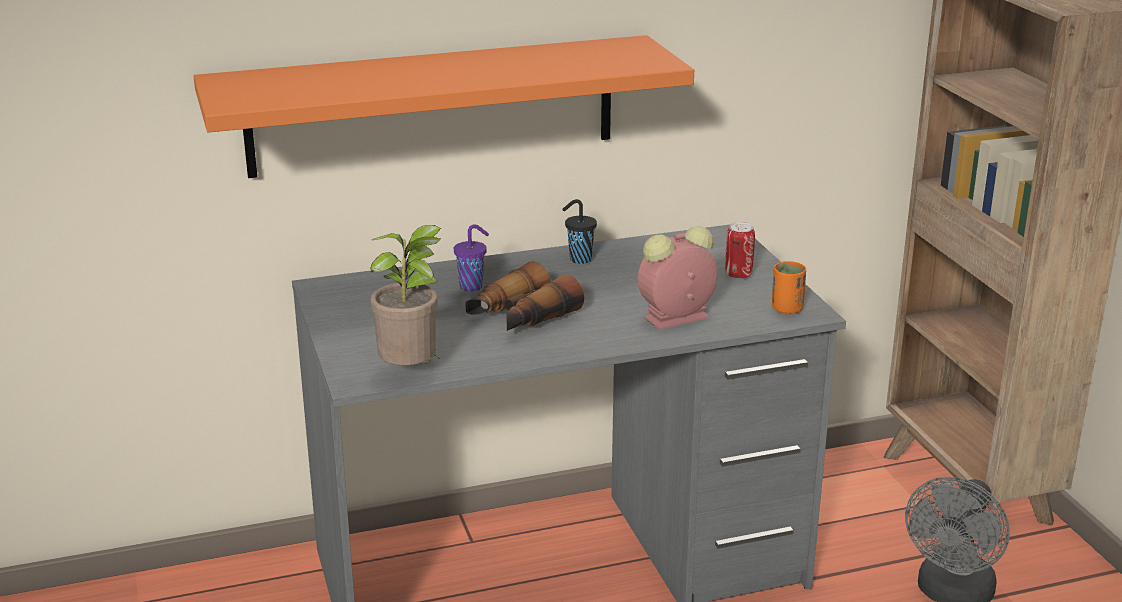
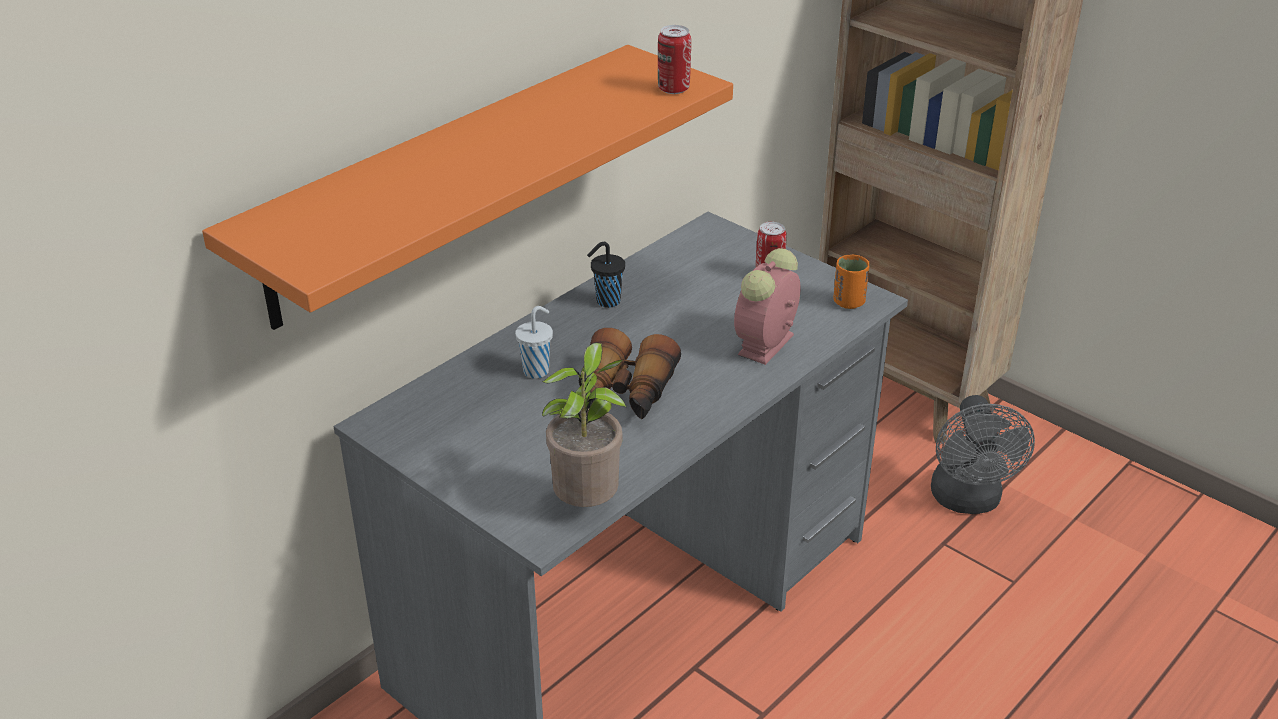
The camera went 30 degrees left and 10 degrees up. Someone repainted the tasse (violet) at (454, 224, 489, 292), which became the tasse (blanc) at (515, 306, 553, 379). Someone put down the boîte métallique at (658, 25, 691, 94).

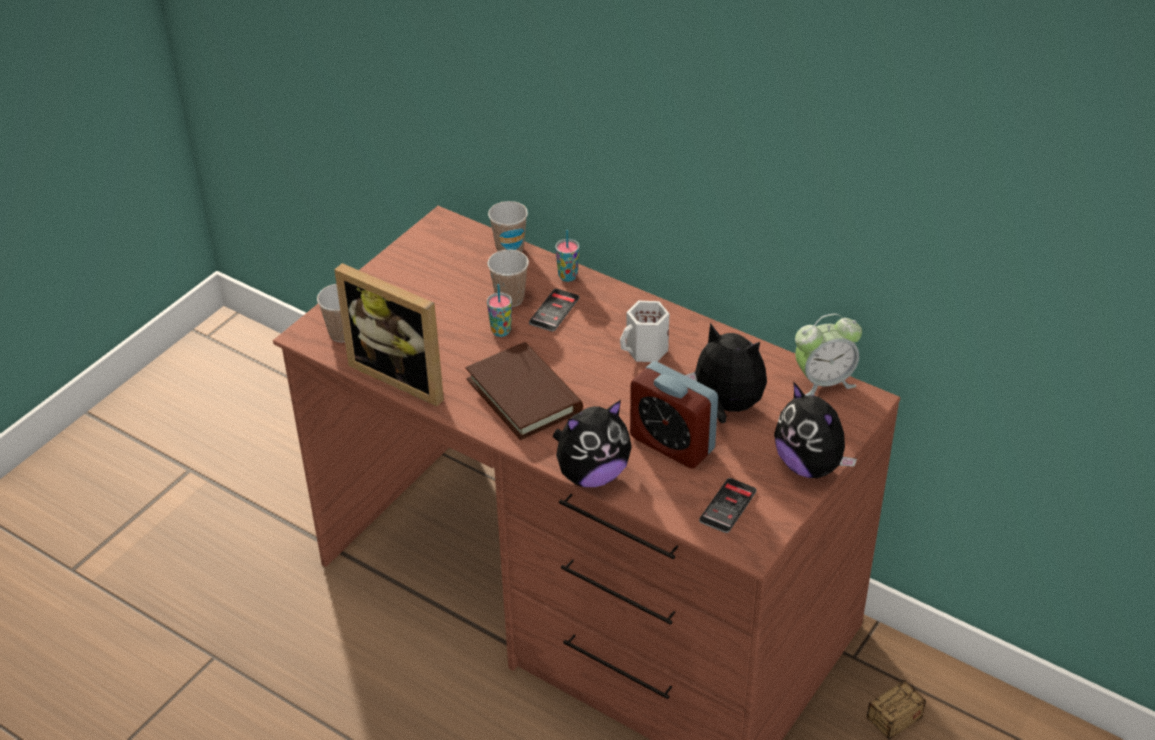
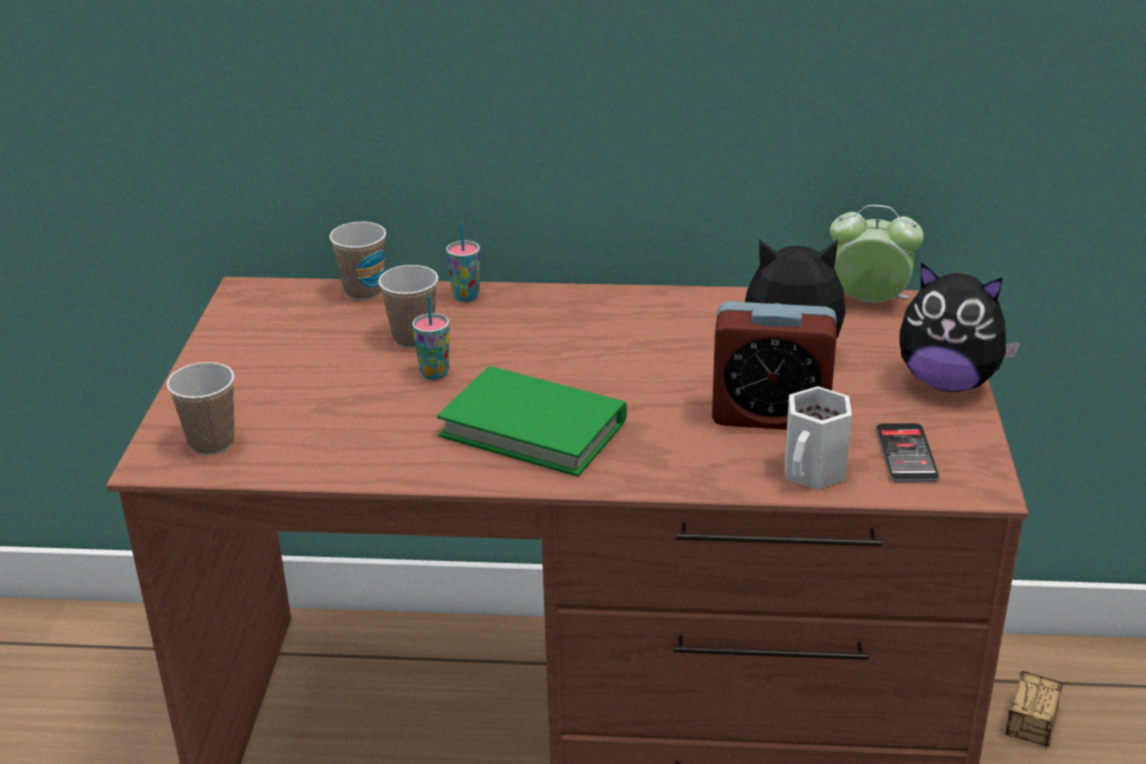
The camera went 30 degrees left and 10 degrees down. Someone took away the cadre photo at (334, 263, 444, 407). Someone took away the téléphone at (529, 289, 579, 332). Someone carried the mug (blanc) from (620, 301, 669, 362) to (785, 386, 852, 490). Someone rotated the réveil at (795, 314, 862, 396) by 120 degrees counterclockwise. Someone repainted the livre (marron) at (466, 342, 583, 440), which became the livre (vert) at (437, 366, 627, 477). Someone took away the peluche at (553, 400, 632, 487).

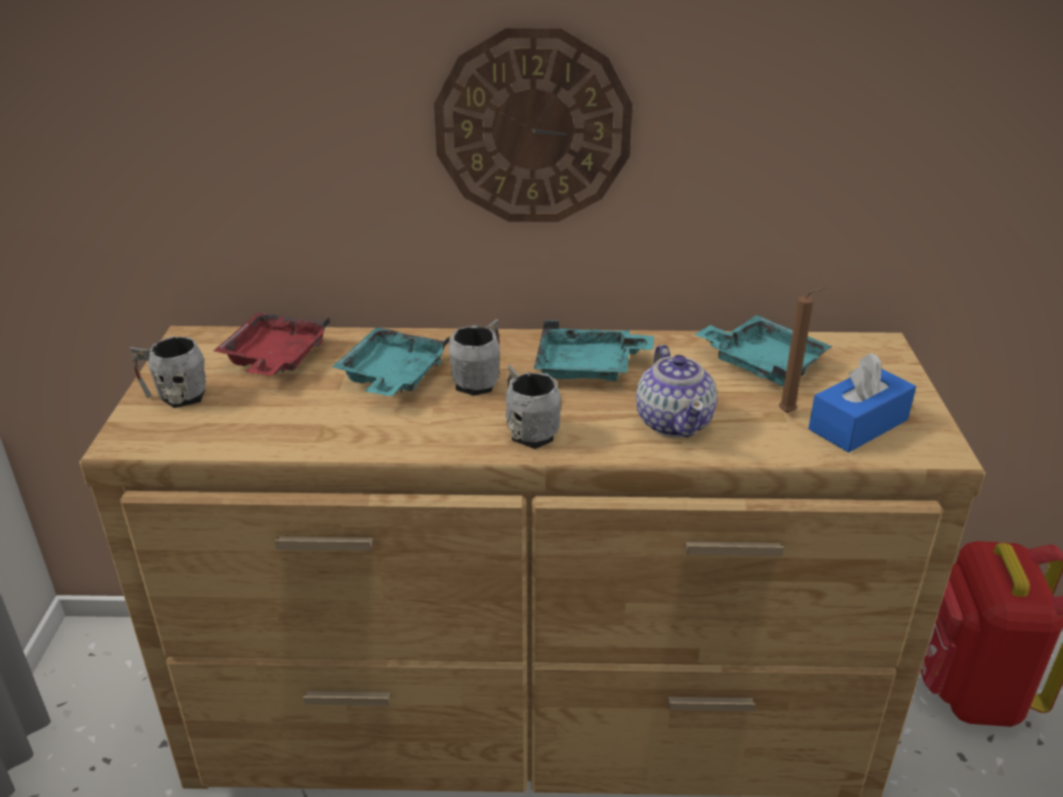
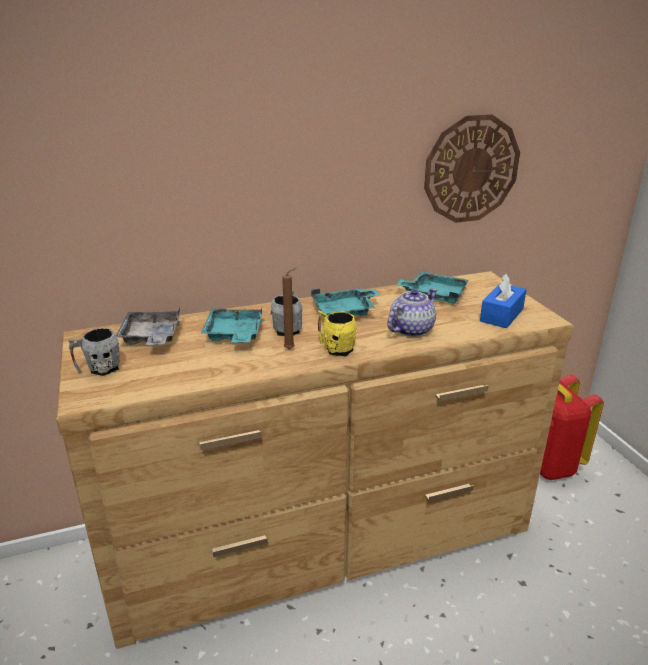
The camera went 20 degrees left and 5 degrees down. Someone carried the horloge murale from (434, 28, 633, 222) to (424, 114, 520, 223). Someone carried the bougie (marron) from (779, 288, 825, 413) to (282, 268, 296, 350). Someone repainted the plateau (rouge) at (214, 312, 330, 376), which became the plateau (gris) at (116, 308, 180, 345). Someone rotated the théière at (636, 345, 717, 438) by 105 degrees counterclockwise. Someone repainted the mug (gris) at (505, 364, 561, 449), which became the mug (jaune) at (318, 310, 357, 356).

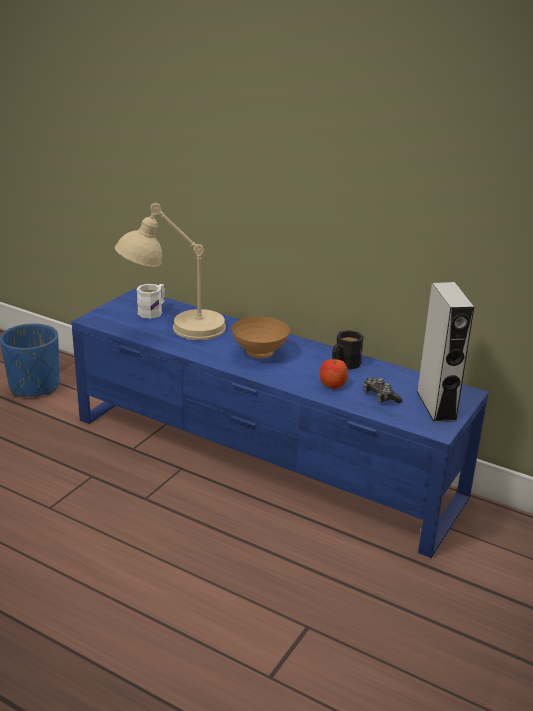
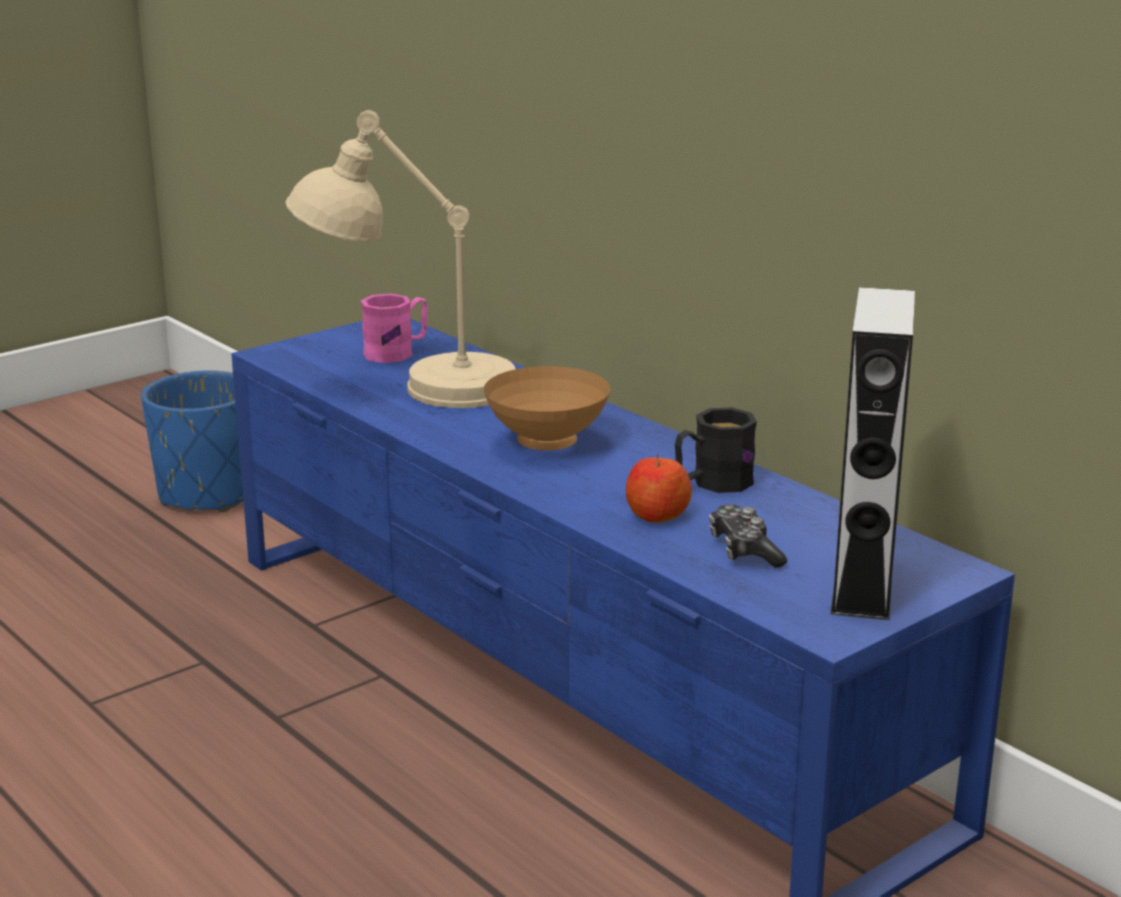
The camera went 20 degrees right and 5 degrees down. Someone repainted the mug (blanc) at (137, 284, 165, 319), which became the mug (rose) at (361, 294, 428, 363).

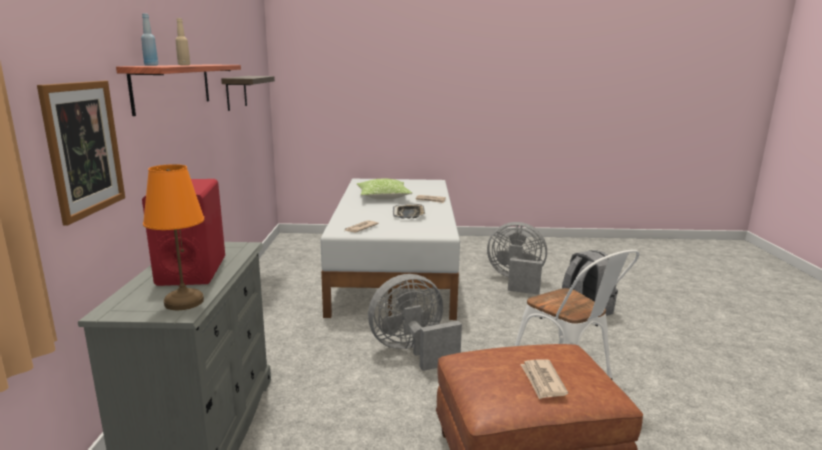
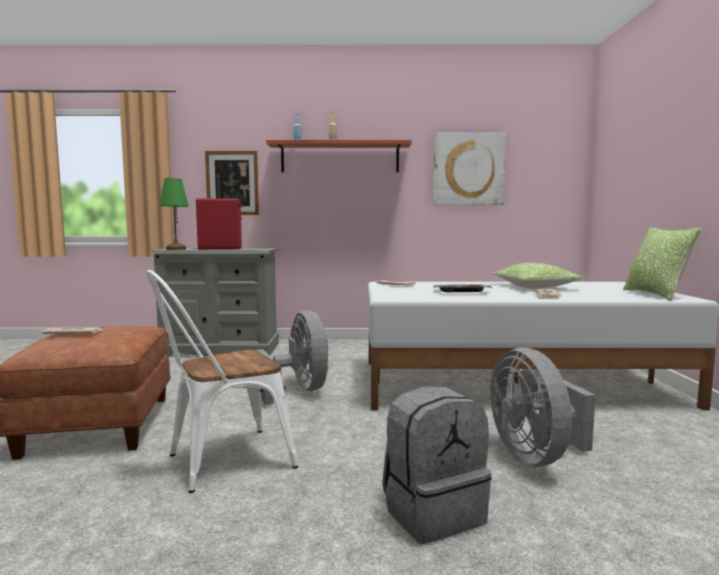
The camera went 90 degrees right and 10 degrees down. Someone swapped the étagère at (221, 76, 275, 111) for the tableau at (433, 133, 506, 205). Someone repainted the lampe de table (orange) at (143, 164, 205, 310), which became the lampe de table (vert) at (159, 178, 189, 250). Someone rotated the ventilateur (gris) at (487, 222, 547, 295) by 150 degrees clockwise. Someone put down the coussin at (623, 227, 702, 300).

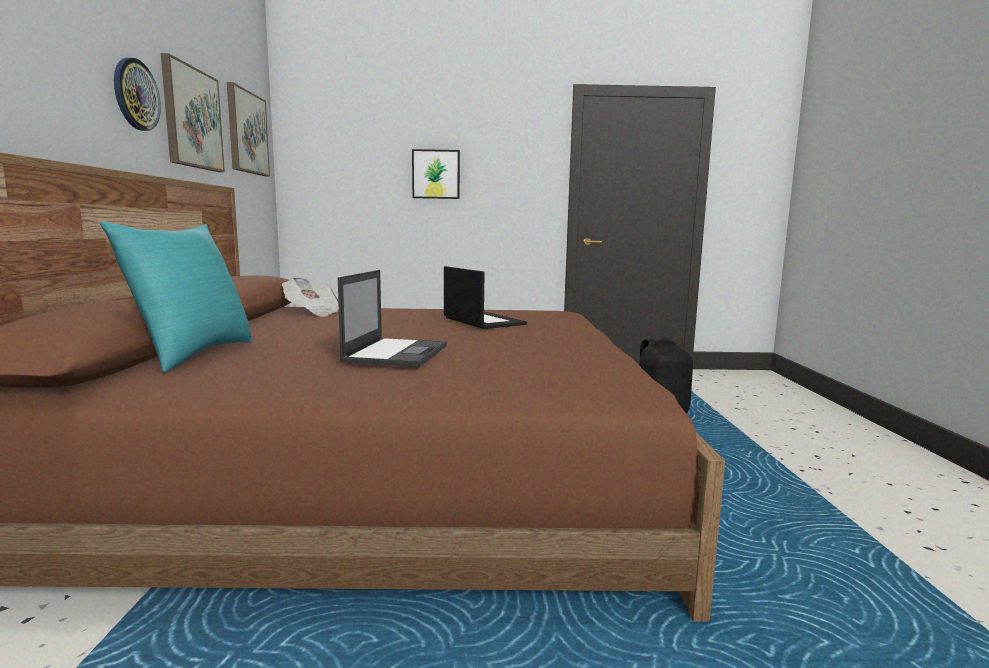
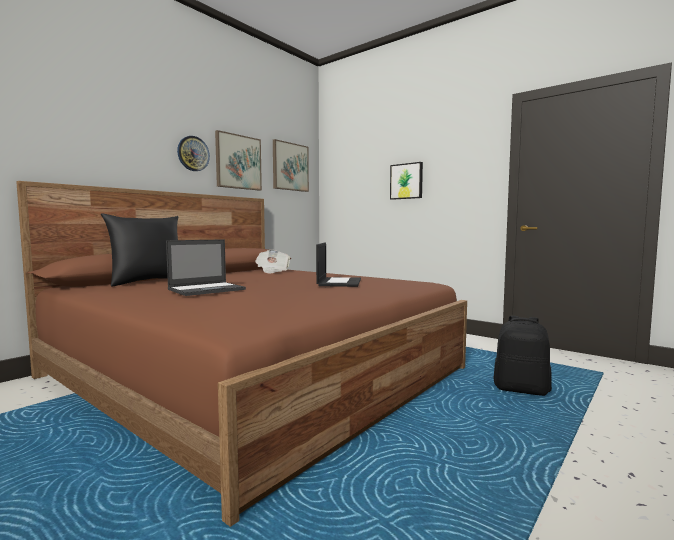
The camera went 40 degrees right and 5 degrees down. Someone repainted the coussin (turquoise) at (100, 221, 253, 372), which became the coussin (noir) at (101, 214, 178, 287).

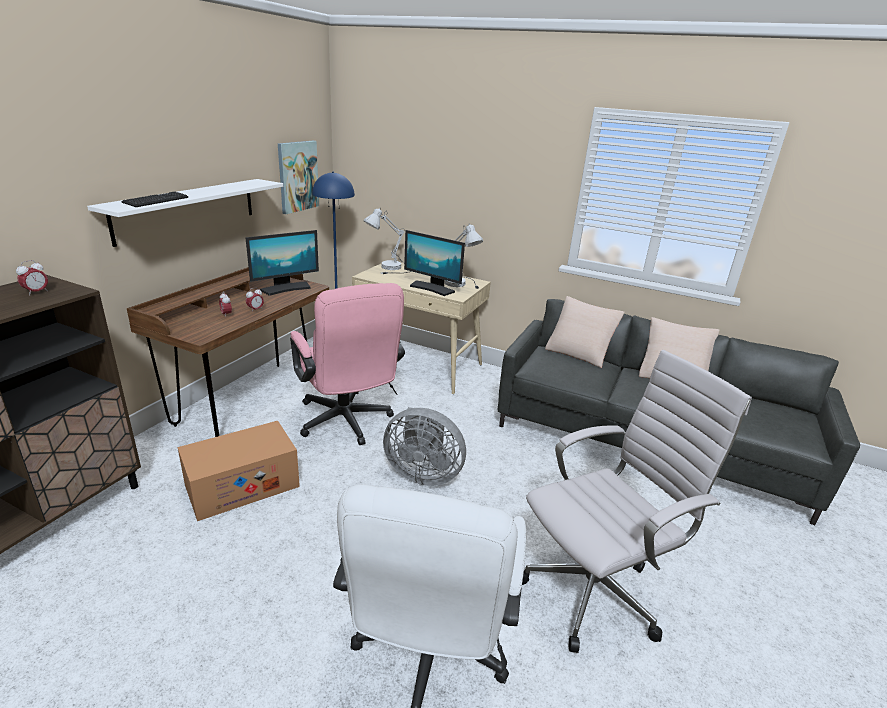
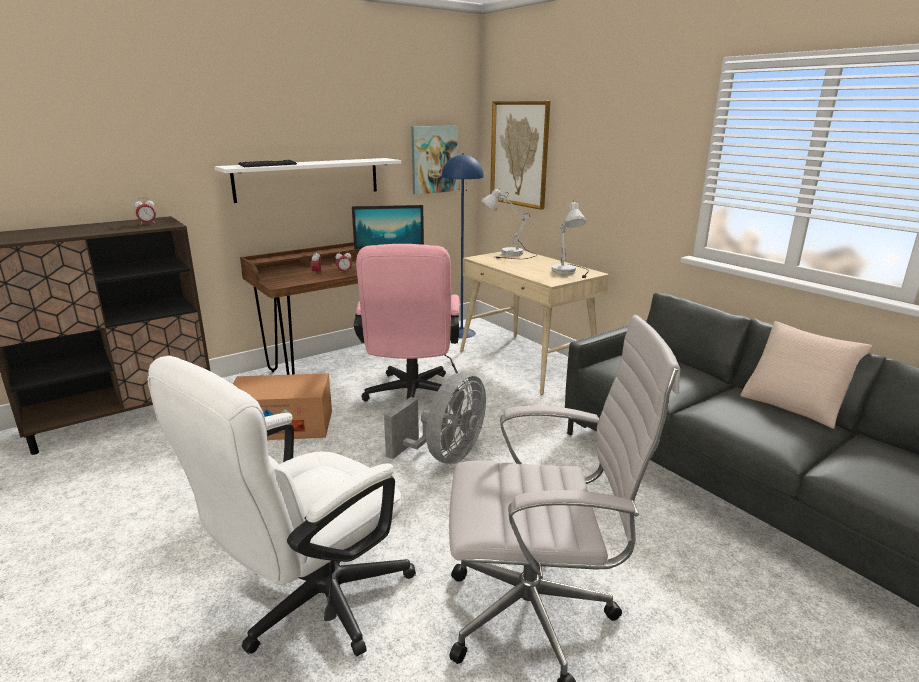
The camera went 30 degrees right and 5 degrees down. Someone took away the écran d'ordinateur at (404, 230, 465, 296). Someone took away the coussin (beige) at (545, 296, 625, 368). Someone rotated the ventilateur (gris) at (383, 407, 466, 486) by 105 degrees counterclockwise. Someone put up the tableau at (490, 101, 550, 210).

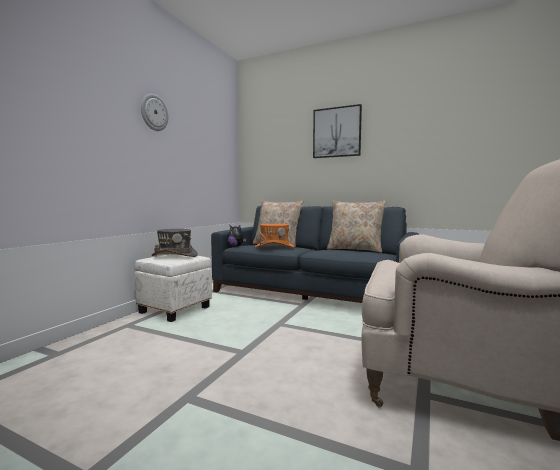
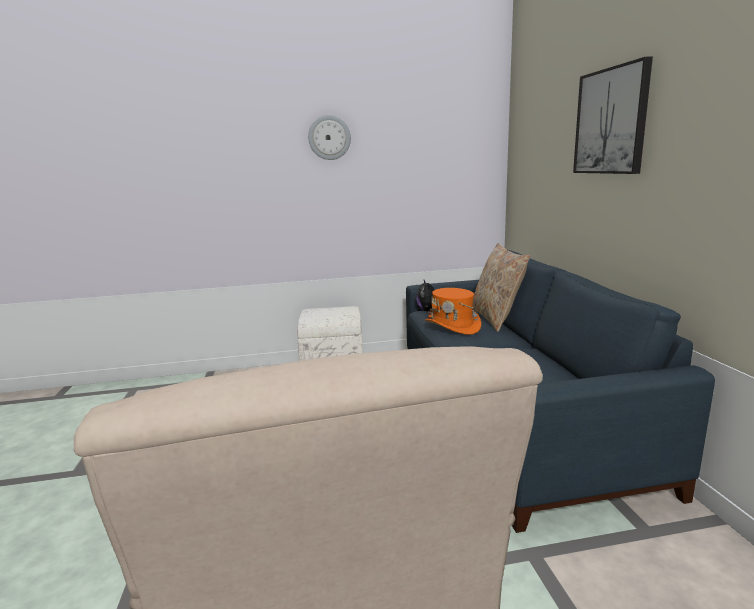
The camera went 55 degrees right and 10 degrees up. Someone took away the coussin (beige) at (327, 201, 386, 253). Someone took away the chapeau (gris) at (152, 229, 198, 257).

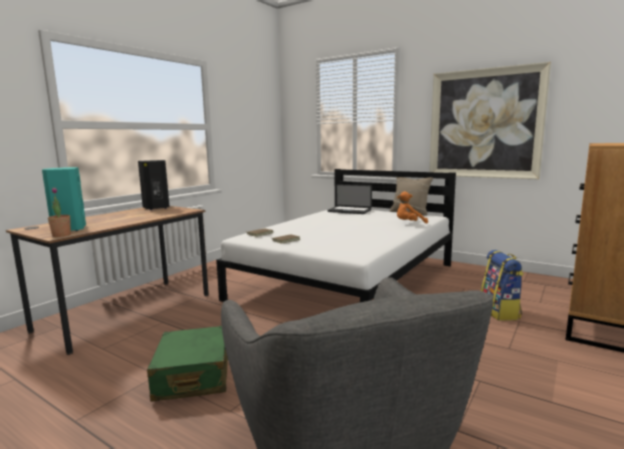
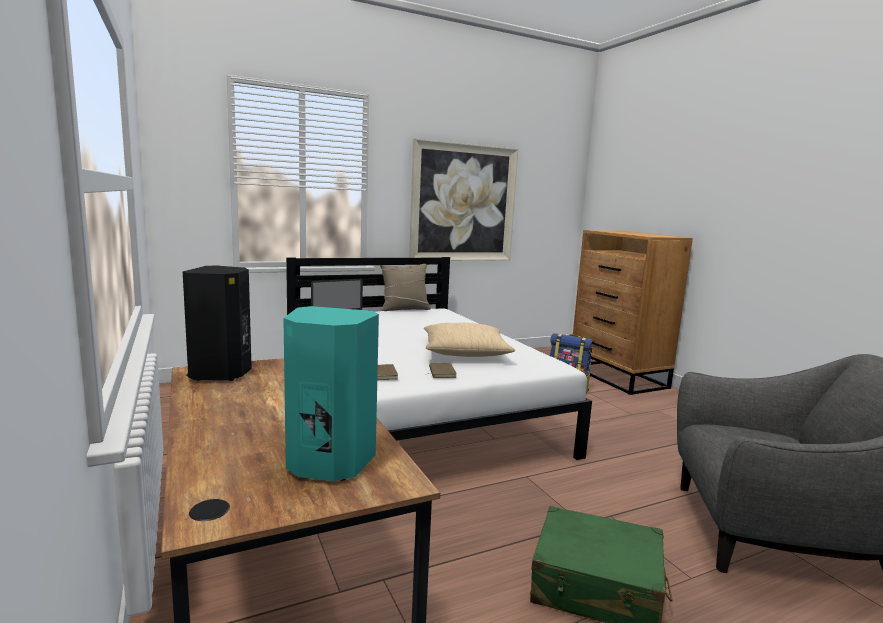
The camera went 60 degrees left and 0 degrees up. Someone took away the plante en pot at (48, 187, 71, 237). Someone took away the peluche (orange) at (397, 191, 428, 224). Someone put down the coussin (beige) at (424, 323, 515, 357).

